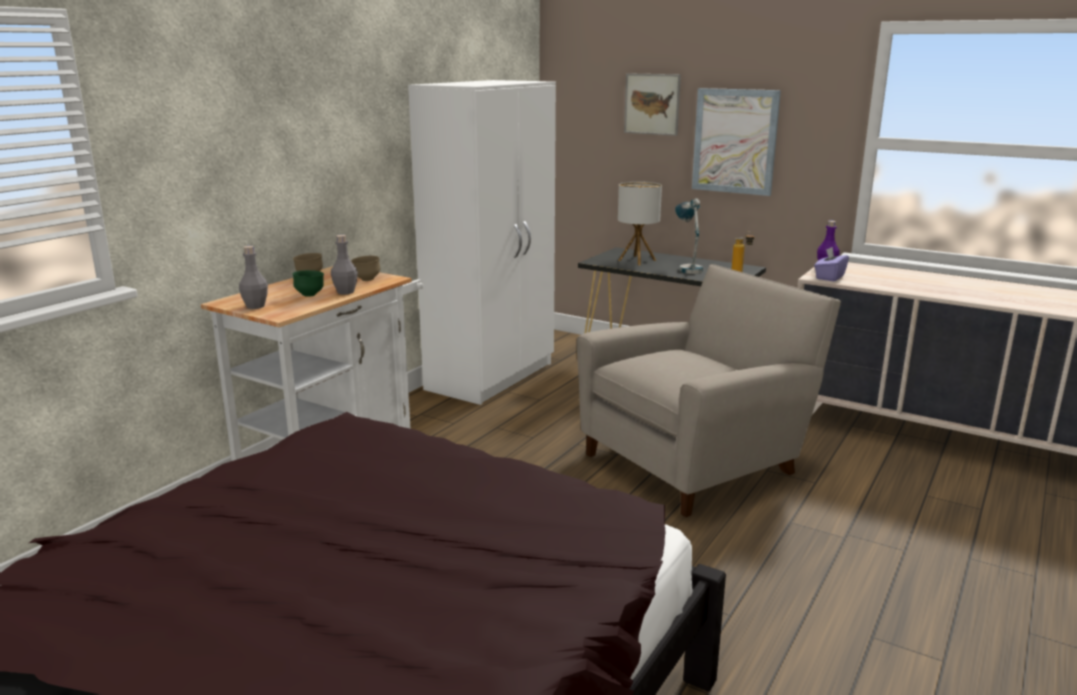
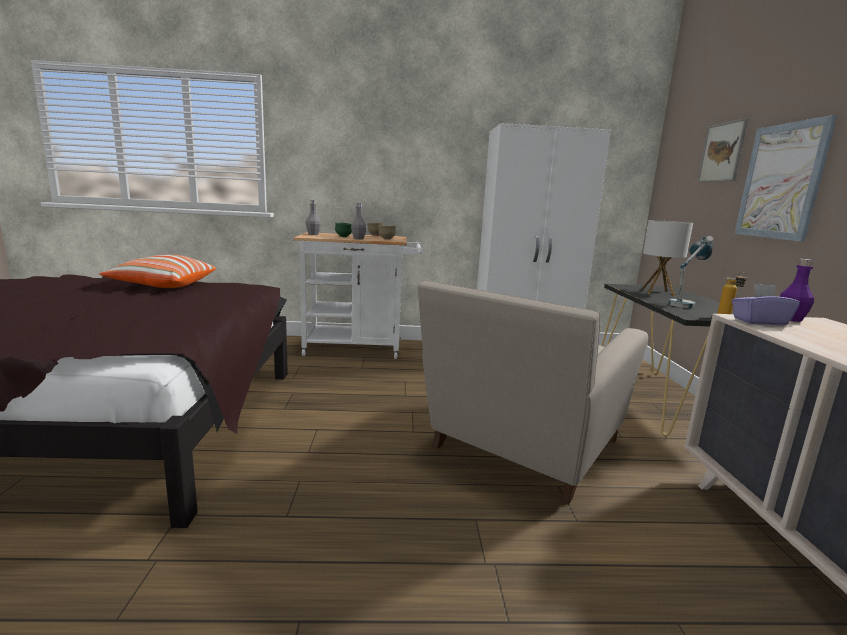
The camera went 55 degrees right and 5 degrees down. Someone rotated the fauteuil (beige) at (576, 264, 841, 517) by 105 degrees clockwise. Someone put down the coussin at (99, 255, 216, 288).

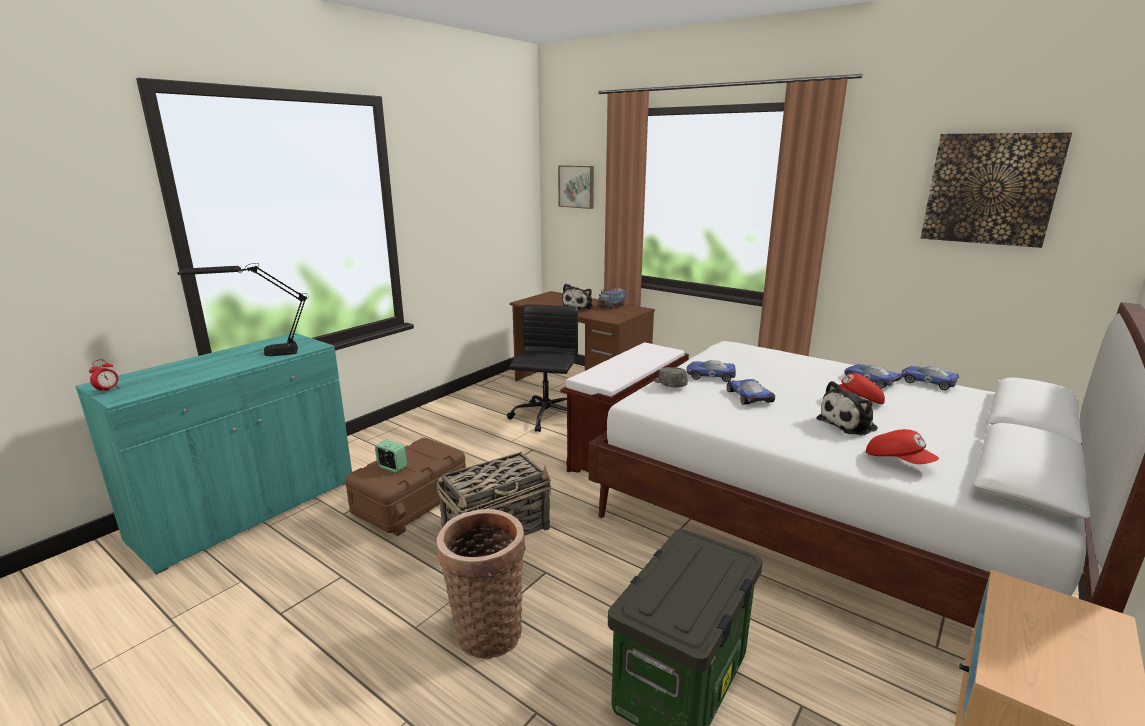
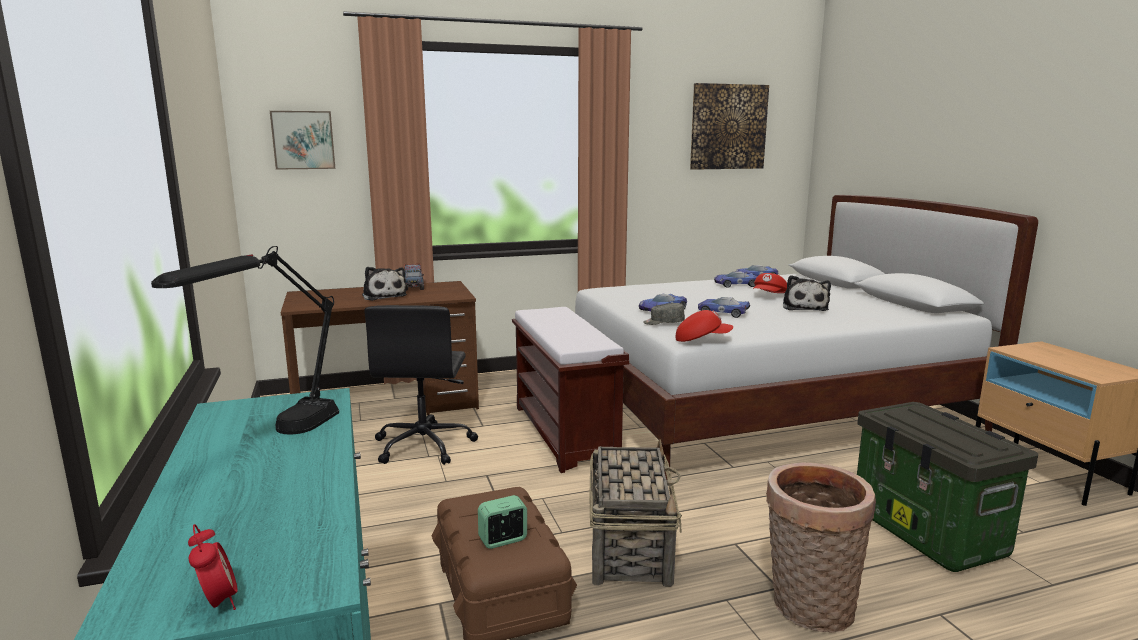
The camera went 55 degrees left and 5 degrees down. Someone rotated the chaise de bureau (noir) at (507, 304, 578, 432) by 135 degrees counterclockwise. Someone carried the casquette (rouge) from (866, 429, 939, 464) to (676, 310, 733, 342).

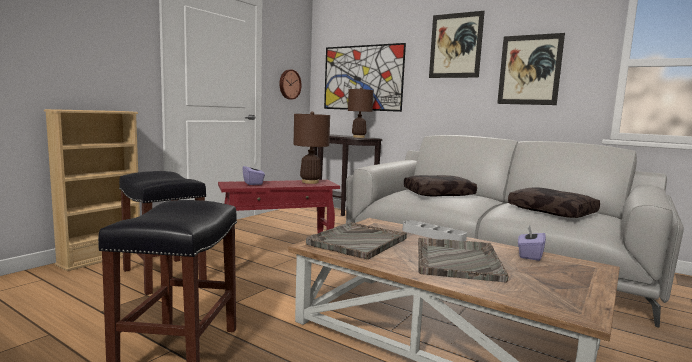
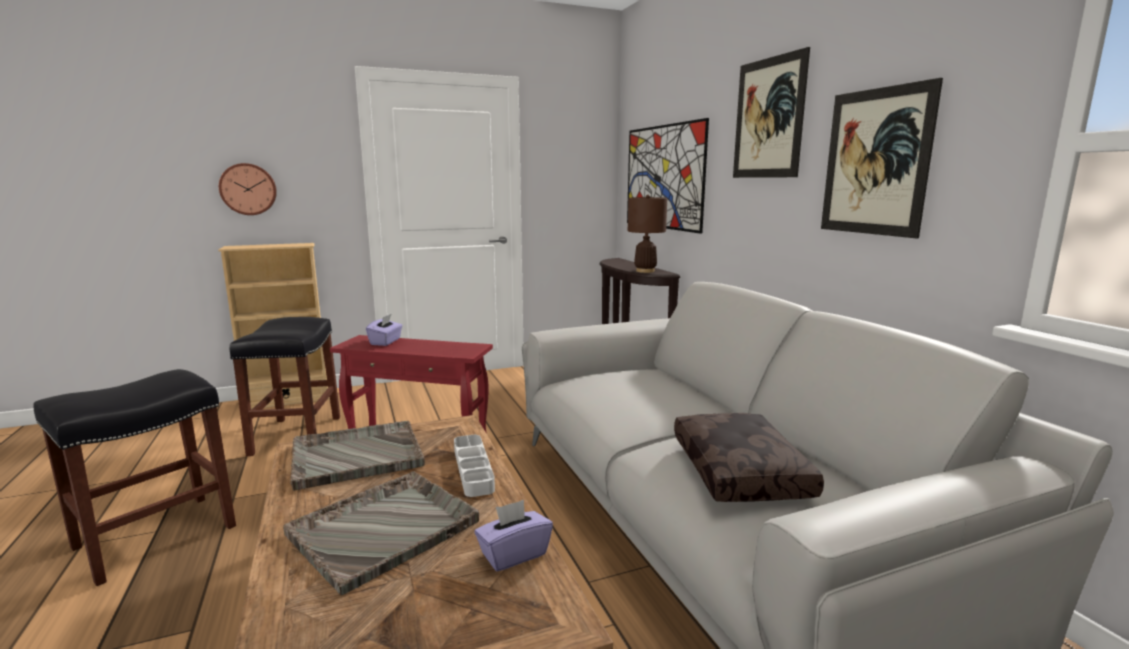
The camera went 35 degrees right and 5 degrees up. Someone carried the horloge murale from (279, 70, 302, 100) to (219, 163, 277, 215). Someone took away the lampe de table (marron) at (294, 111, 330, 184). Someone took away the coussin (marron) at (404, 175, 477, 196).

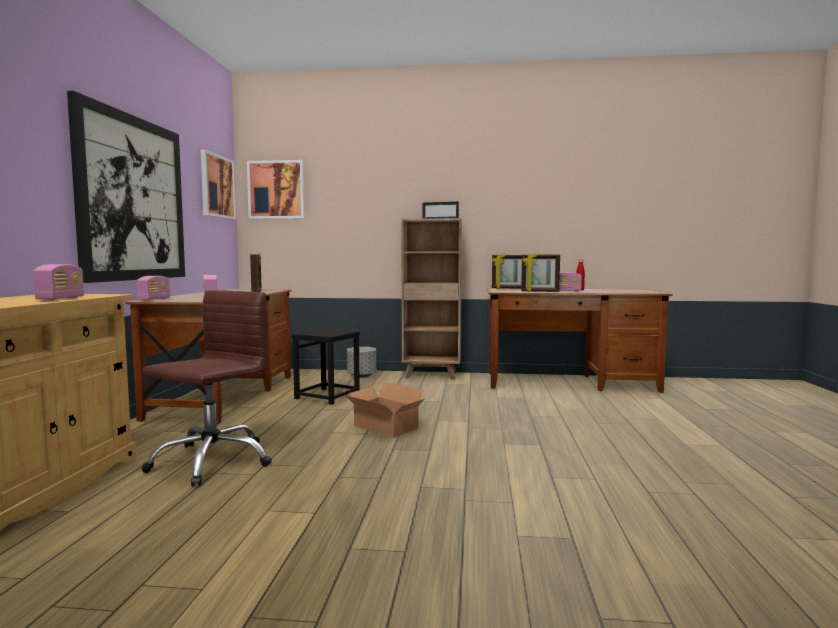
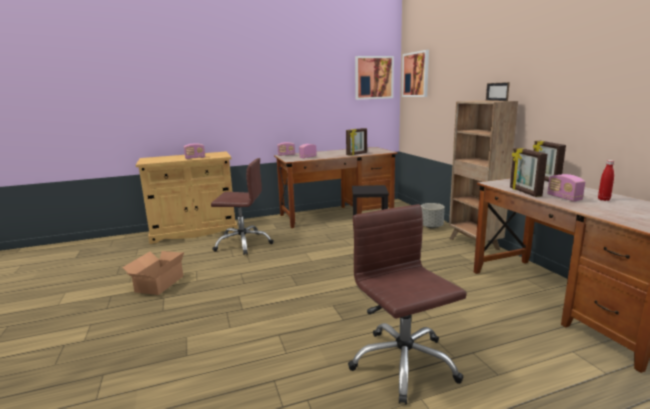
The camera went 65 degrees right and 10 degrees up. Someone took away the tableau at (67, 91, 185, 283). Someone carried the carton from (345, 382, 424, 437) to (122, 251, 184, 295). Someone put down the chaise de bureau (marron) at (348, 204, 467, 405).

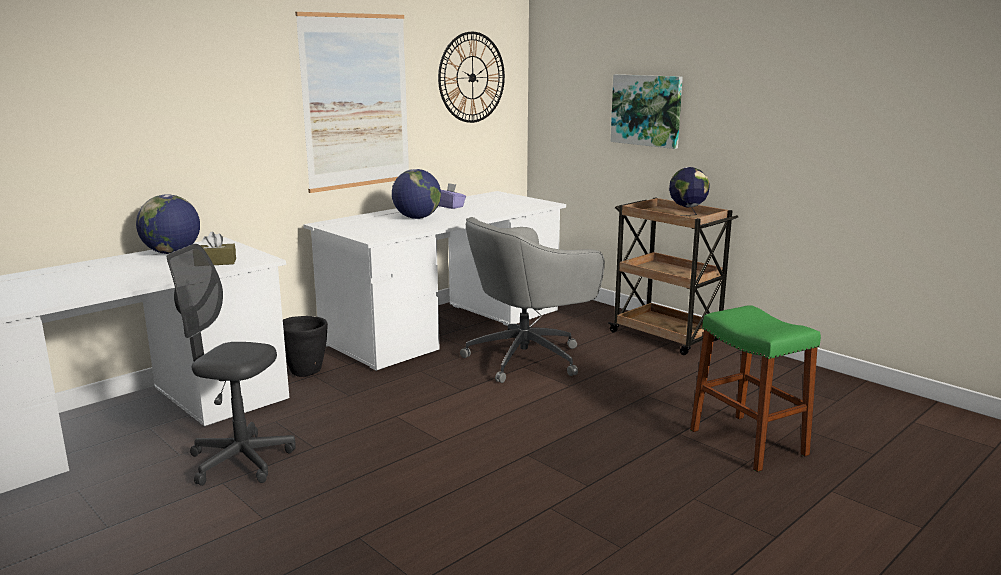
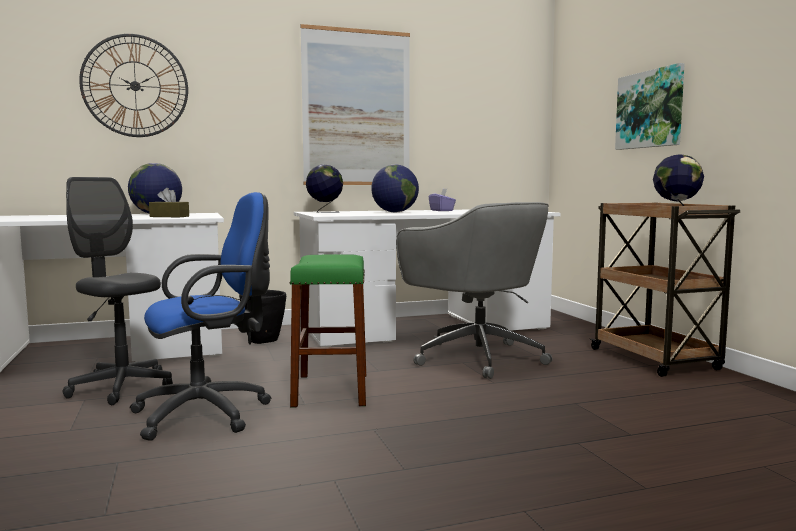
The camera went 25 degrees right and 10 degrees down. Someone carried the horloge murale from (438, 32, 505, 123) to (79, 34, 188, 137). Someone rotated the chaise de bureau (gris) at (460, 217, 605, 383) by 120 degrees counterclockwise. Someone carried the tabouret (vert) from (690, 305, 821, 472) to (290, 254, 366, 407). Someone put down the globe at (306, 164, 343, 213). Someone put down the chaise de bureau (bleu) at (130, 192, 271, 441).

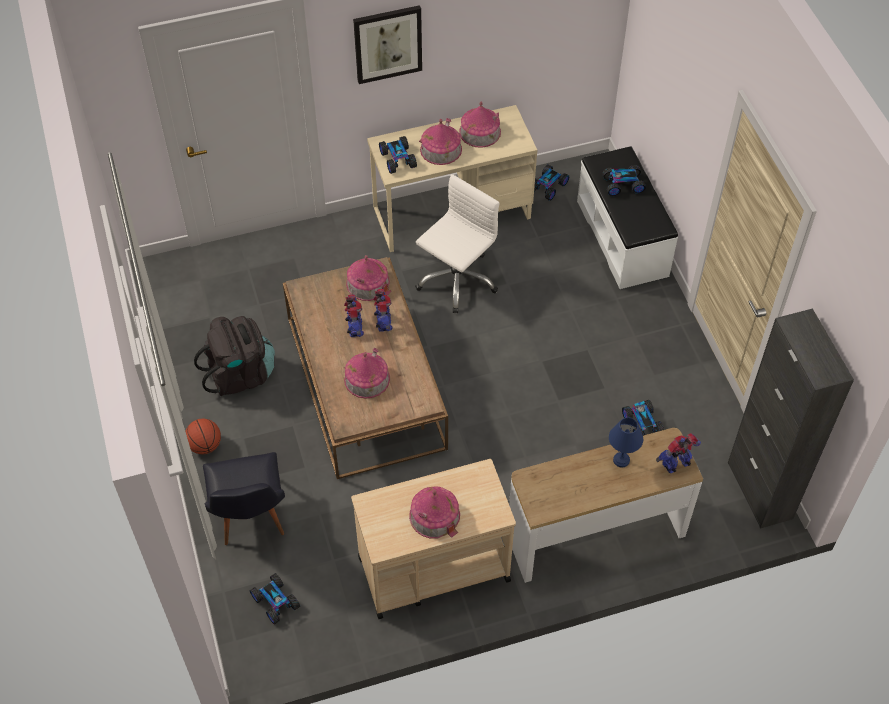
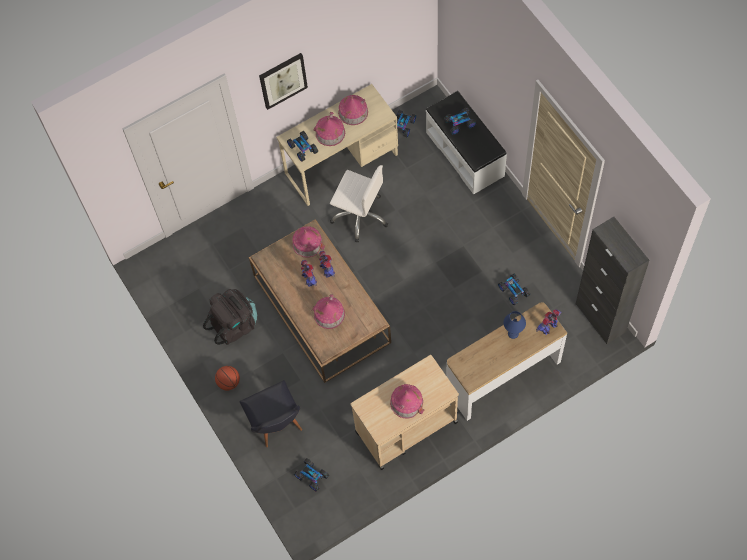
The camera went 10 degrees left and 10 degrees up. Someone rotated the chaise de bureau (blanc) at (415, 174, 500, 313) by 90 degrees clockwise.

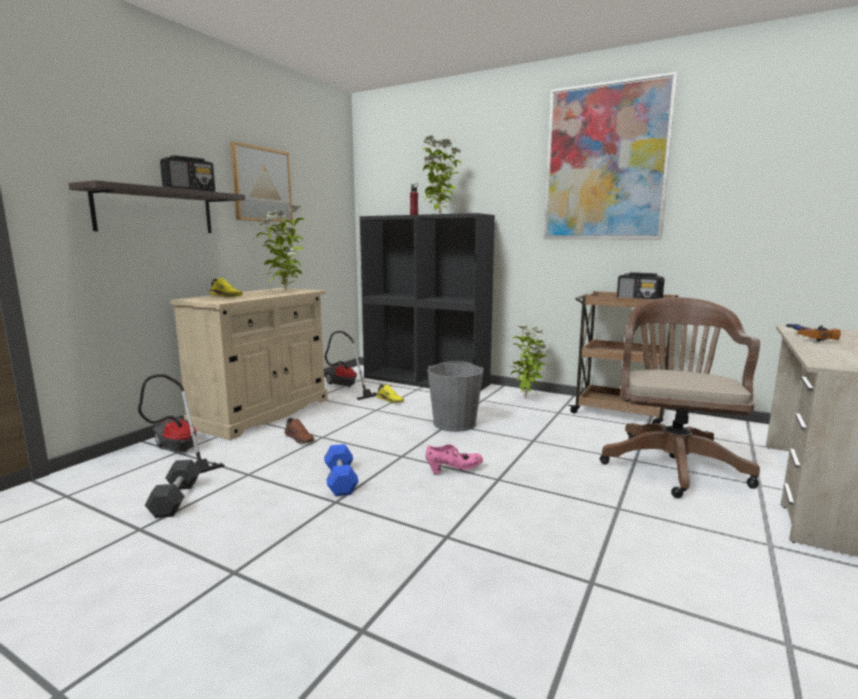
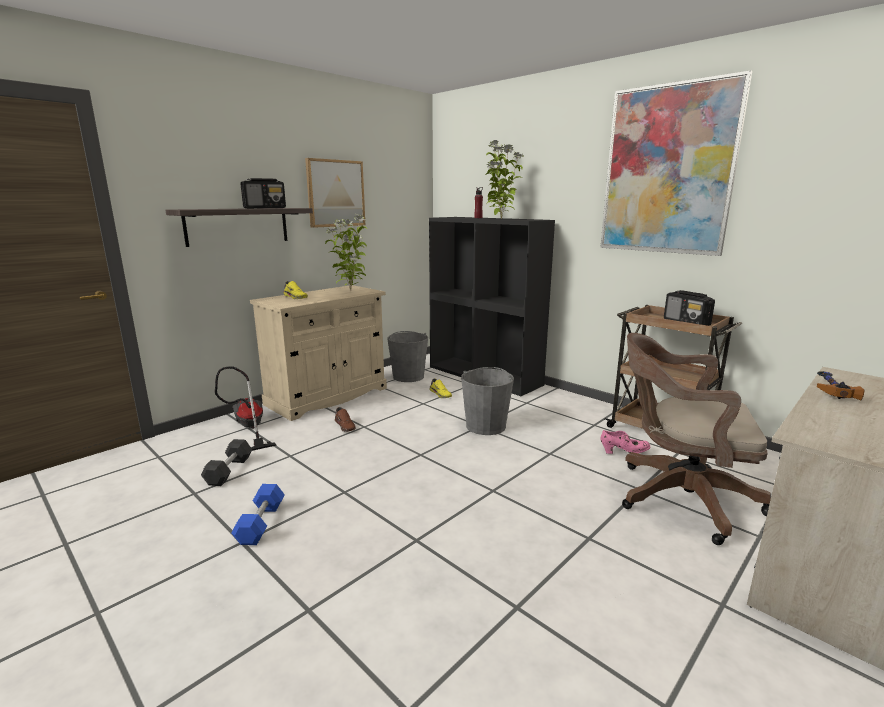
The camera went 15 degrees right and 5 degrees up. Someone rotated the chaise de bureau (marron) at (600, 297, 760, 498) by 105 degrees counterclockwise. Someone took away the plante en pot at (510, 323, 549, 399). Someone swapped the aspirateur at (325, 331, 376, 400) for the seau (gris) at (387, 331, 428, 382). Someone carried the haltère (bleu) from (324, 444, 359, 496) to (231, 484, 285, 545). Someone carried the chaussure (rose) from (426, 444, 483, 474) to (601, 430, 650, 454).

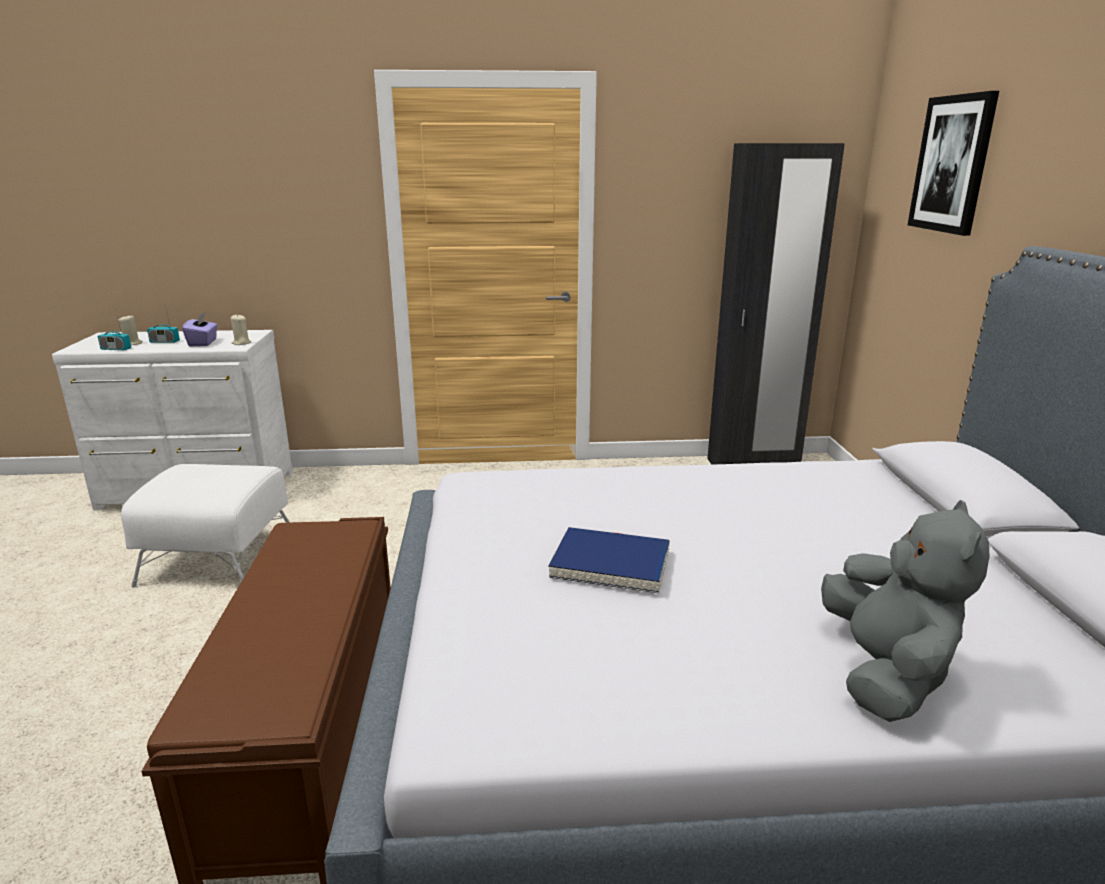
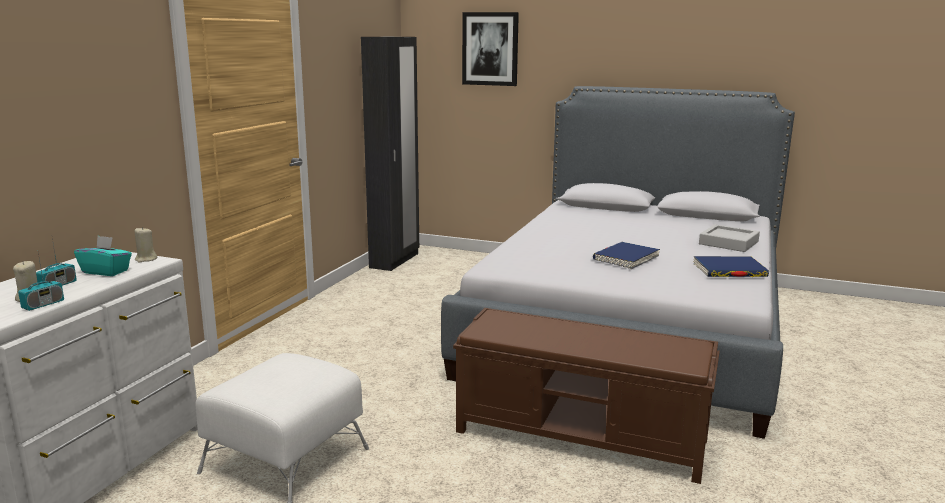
The camera went 65 degrees left and 5 degrees down. Someone repainted the boîte à mouchoirs (violet) at (182, 313, 218, 346), which became the boîte à mouchoirs (turquoise) at (74, 236, 132, 276). Someone swapped the peluche (gris) at (821, 500, 990, 722) for the plateau (gris) at (699, 224, 760, 252). Someone put down the livre (bleu) at (694, 256, 769, 277).

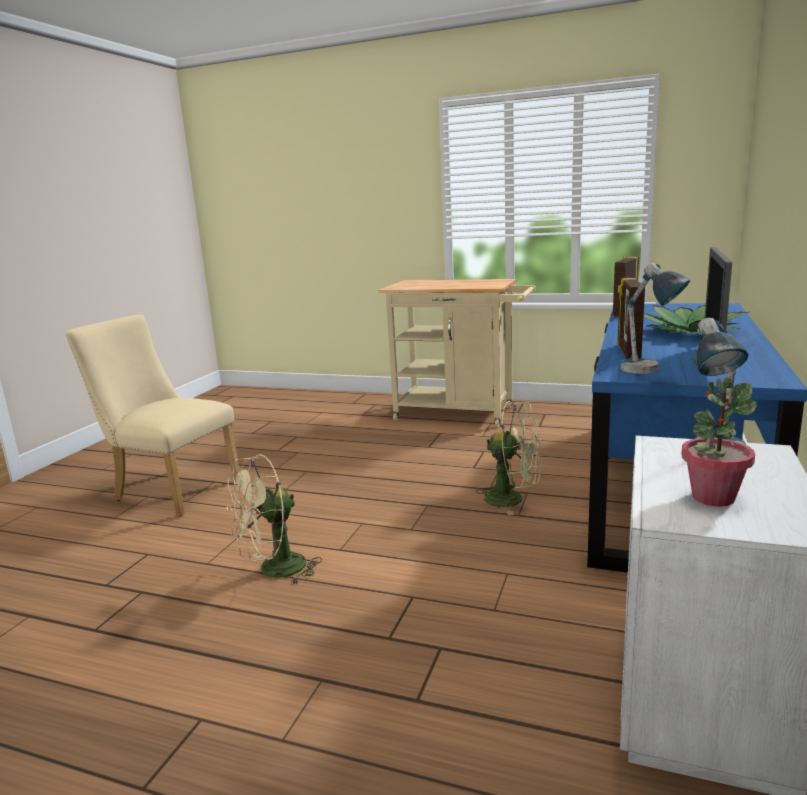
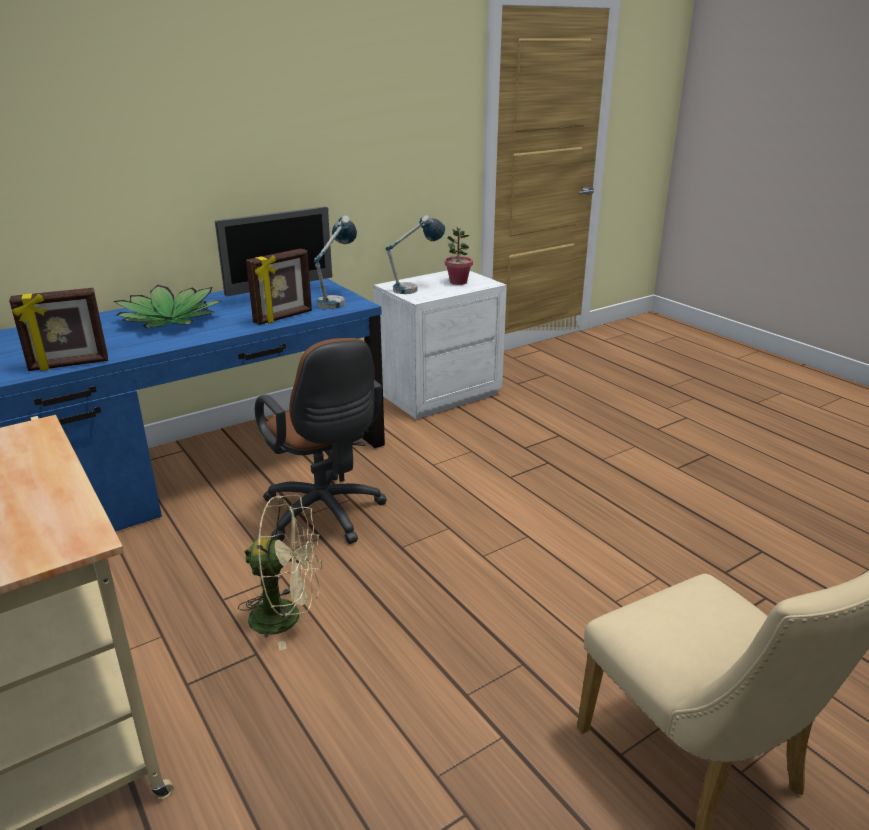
The camera went 145 degrees left and 10 degrees up. Someone swapped the ventilateur (vert) at (476, 401, 542, 515) for the chaise de bureau (marron) at (255, 338, 387, 544). Someone carried the ventilateur (beige) from (227, 454, 322, 585) to (238, 495, 322, 650).

